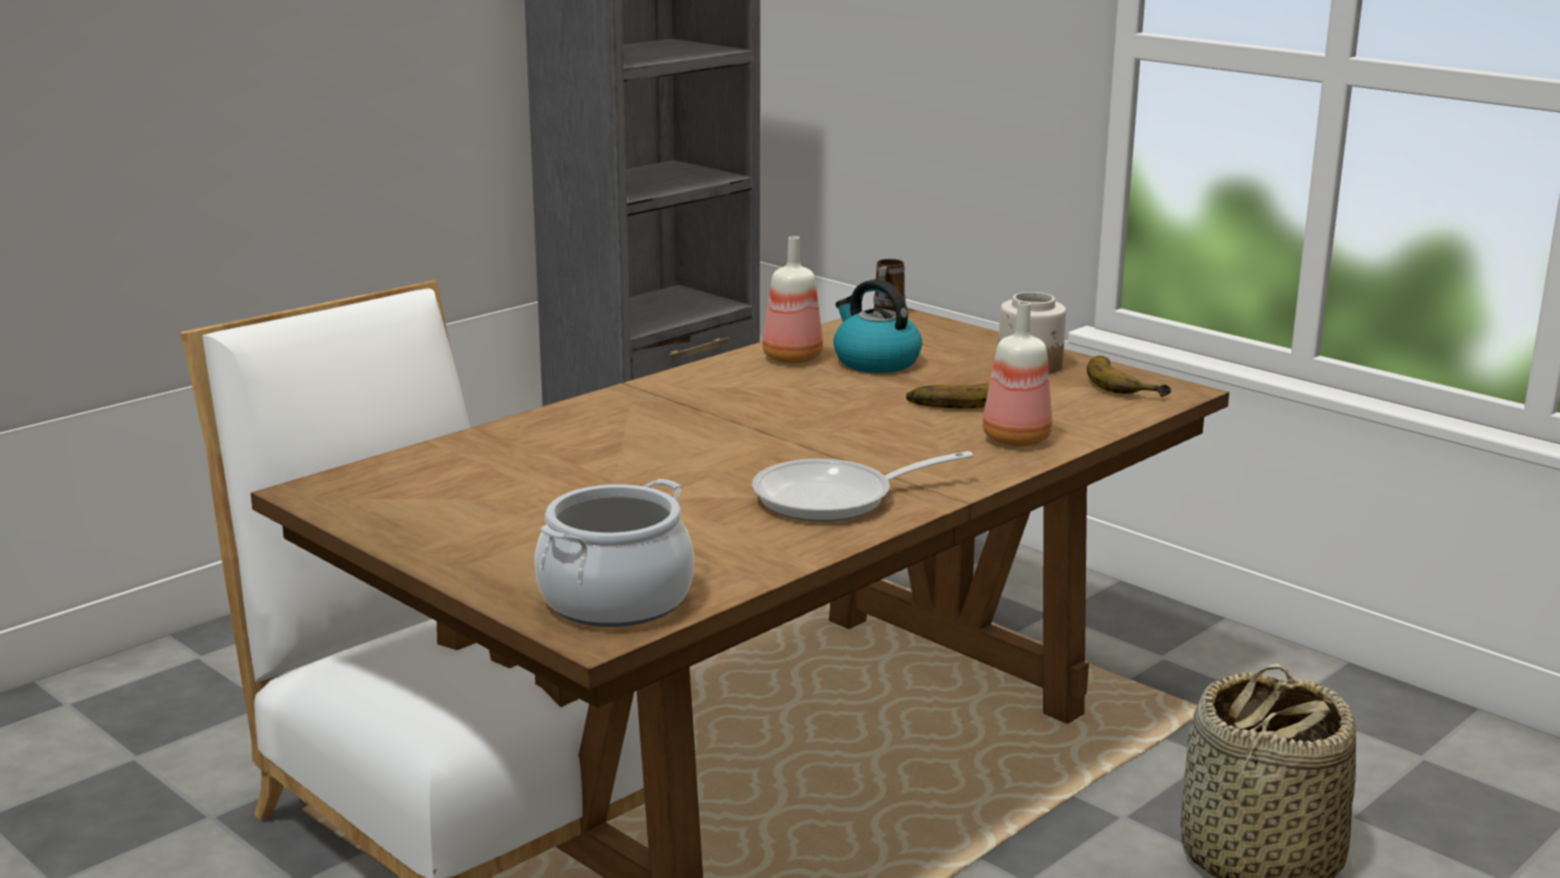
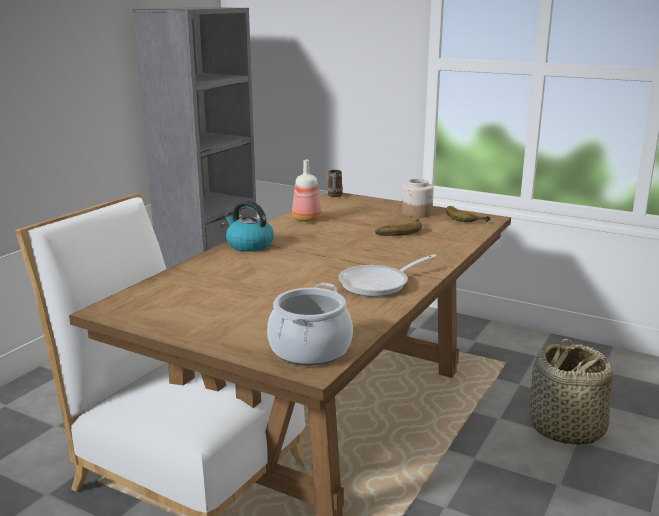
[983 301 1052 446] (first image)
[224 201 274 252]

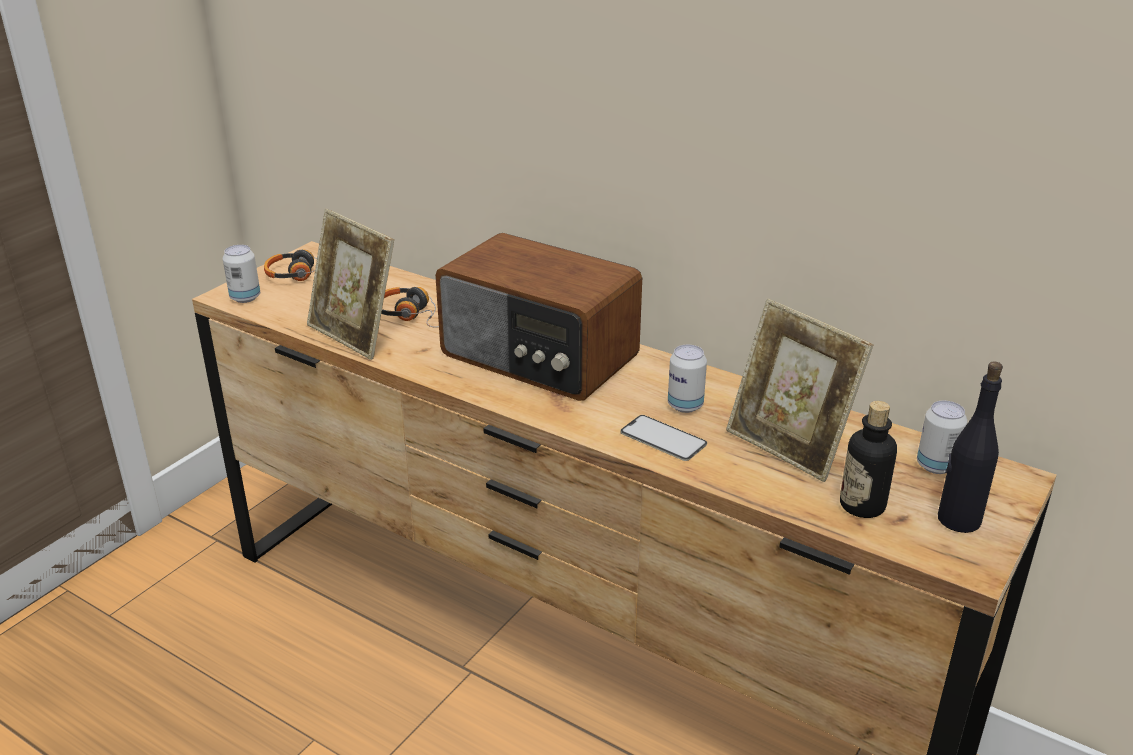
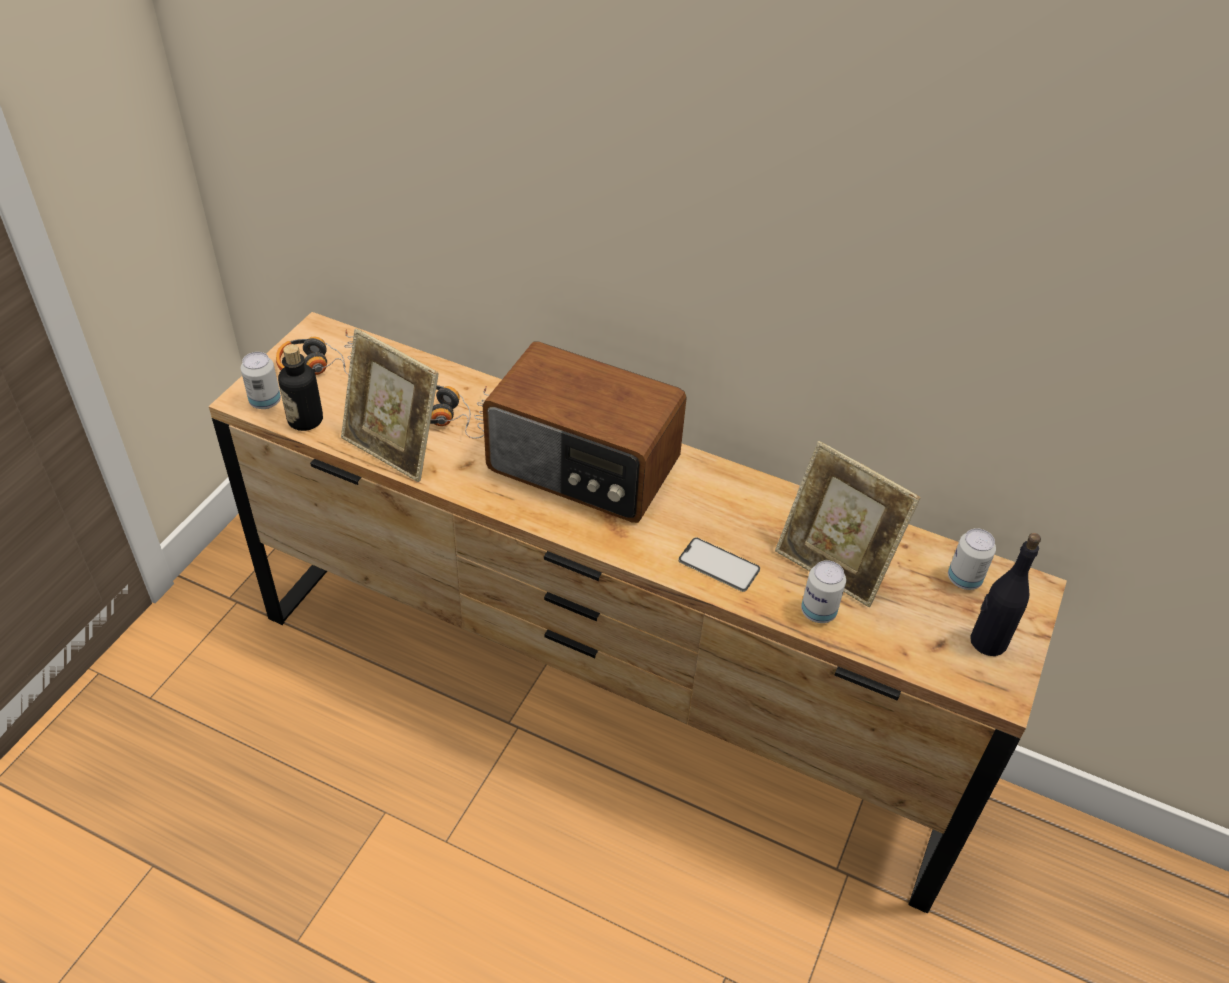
[801 560 846 623]
[278 344 323 431]

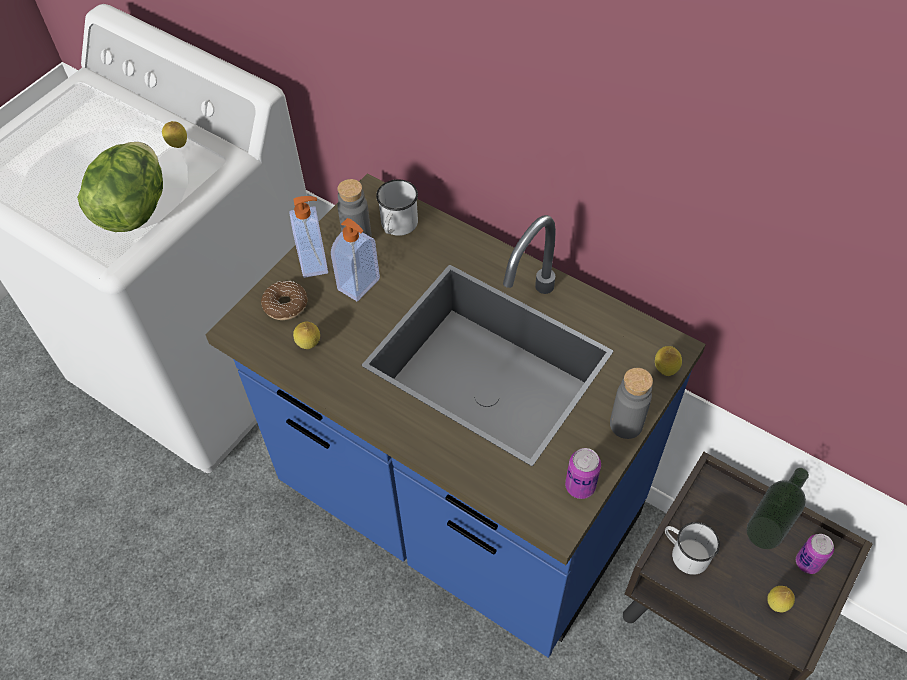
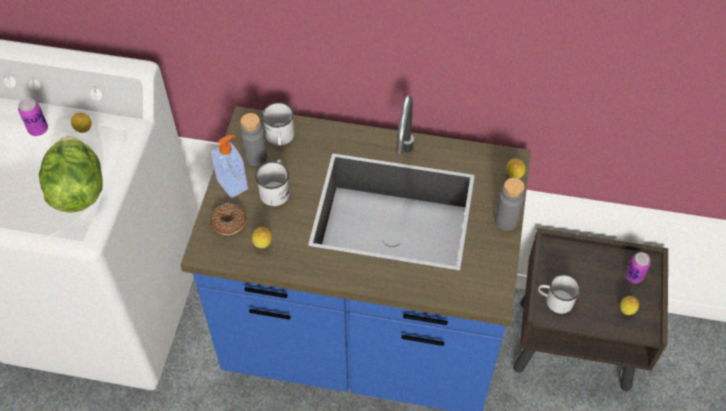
[747 468 809 549] (first image)
[18 98 48 136]
[255 160 290 206]

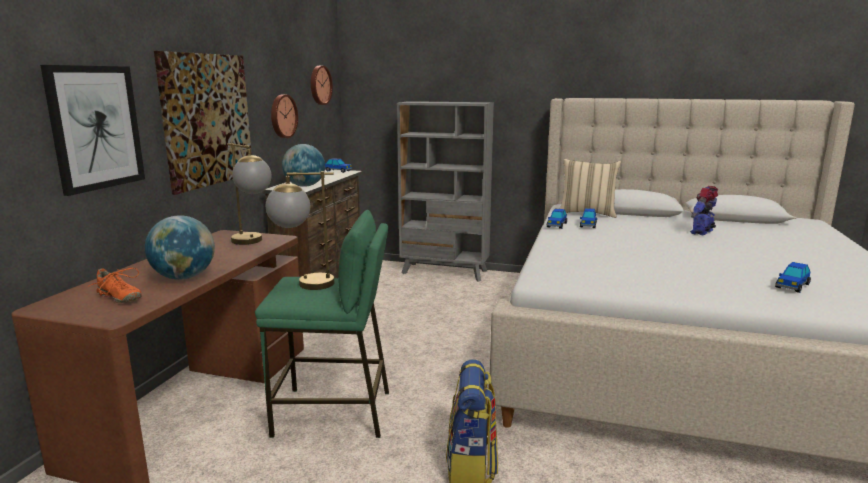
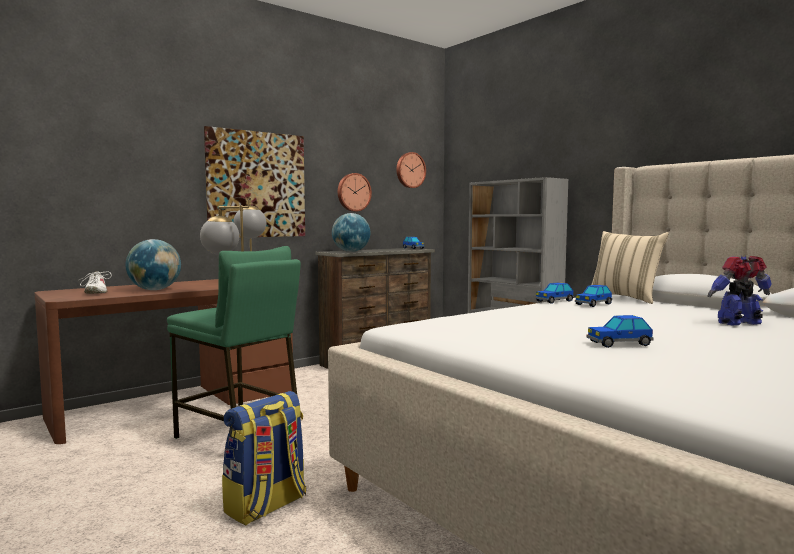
[40 65 145 196] (first image)
[586 315 654 348]
[79 272 112 294]

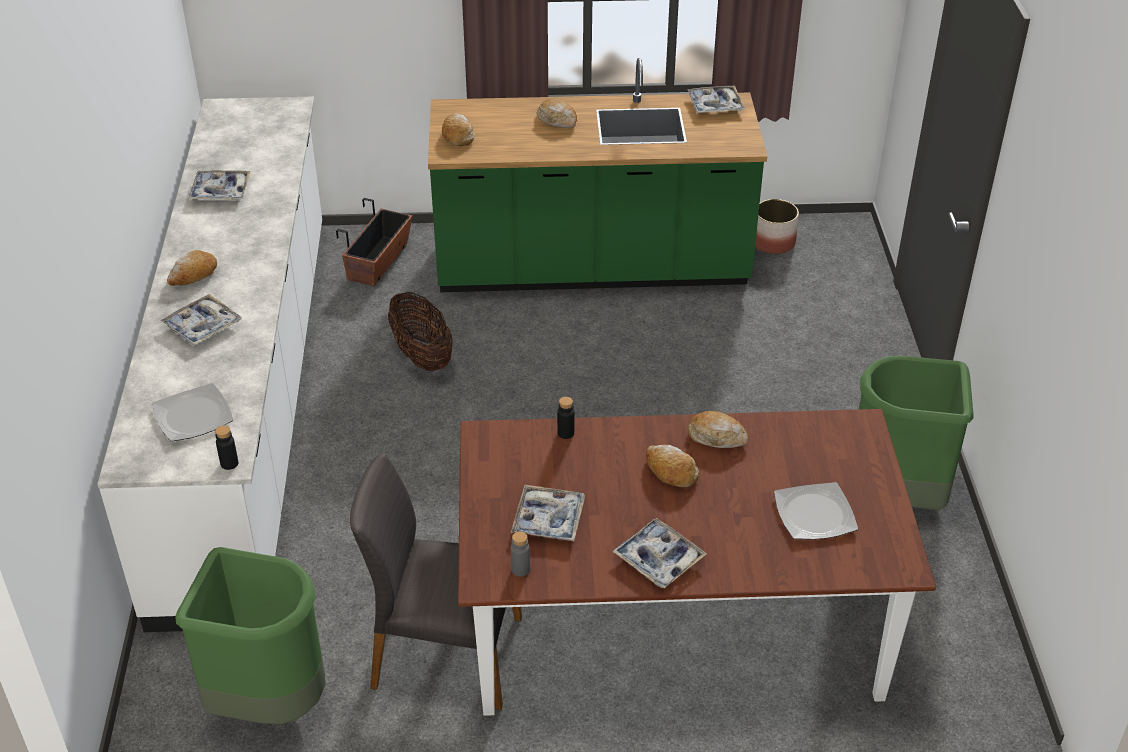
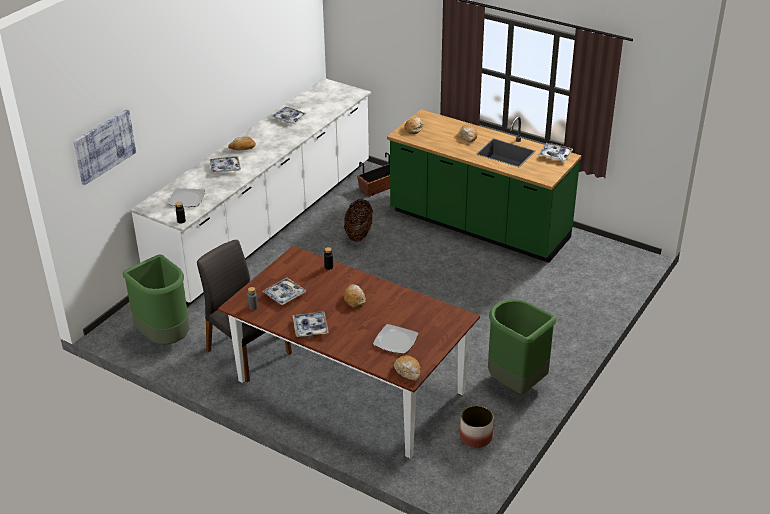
[73 109 136 185]
[394 355 421 381]
[460 405 493 448]

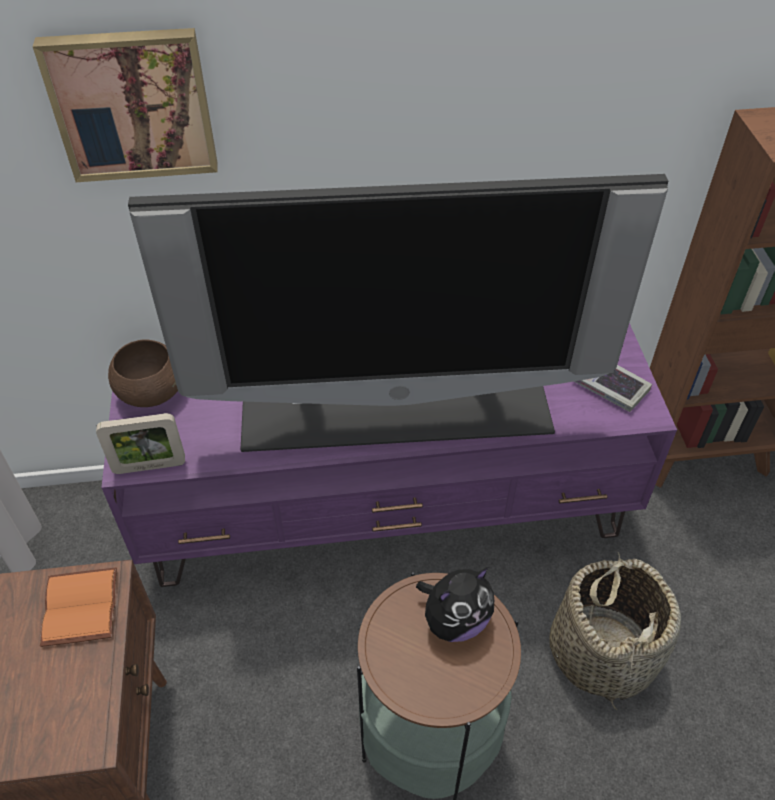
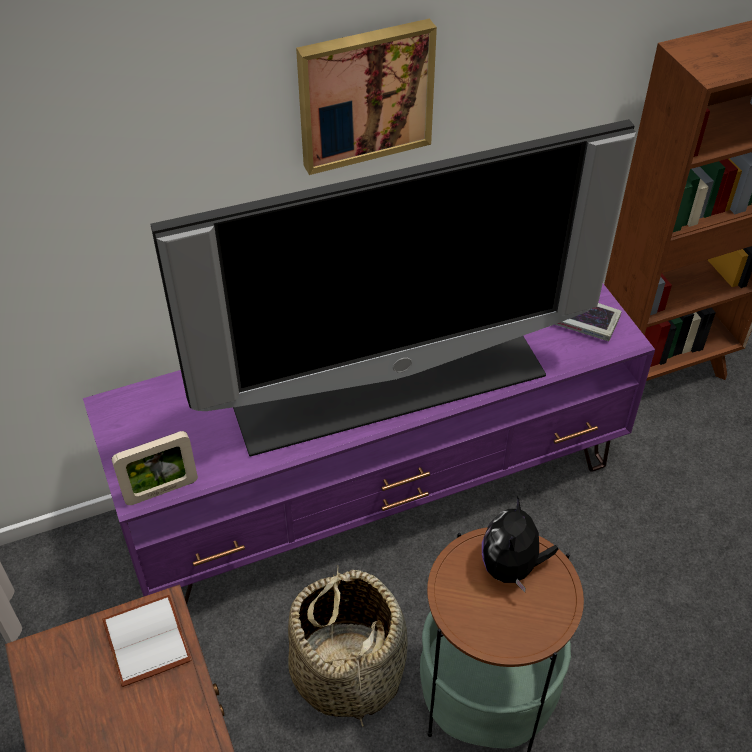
[108 340 178 407] (first image)
[296 19 437 175]
[288 565 408 727]
[102 595 191 687]
[482 496 559 592]

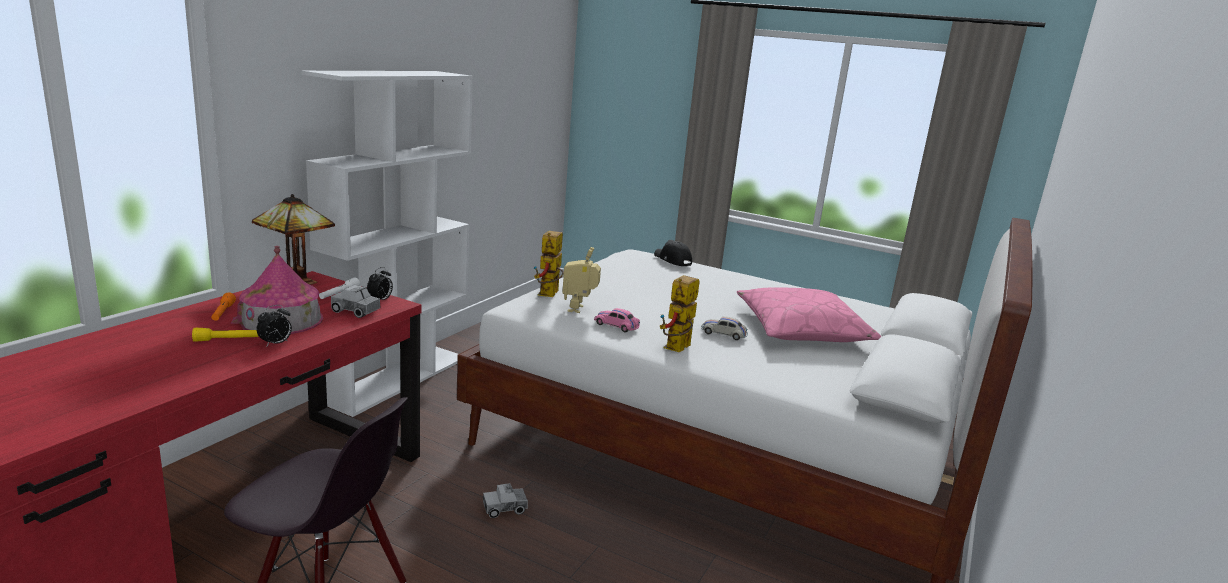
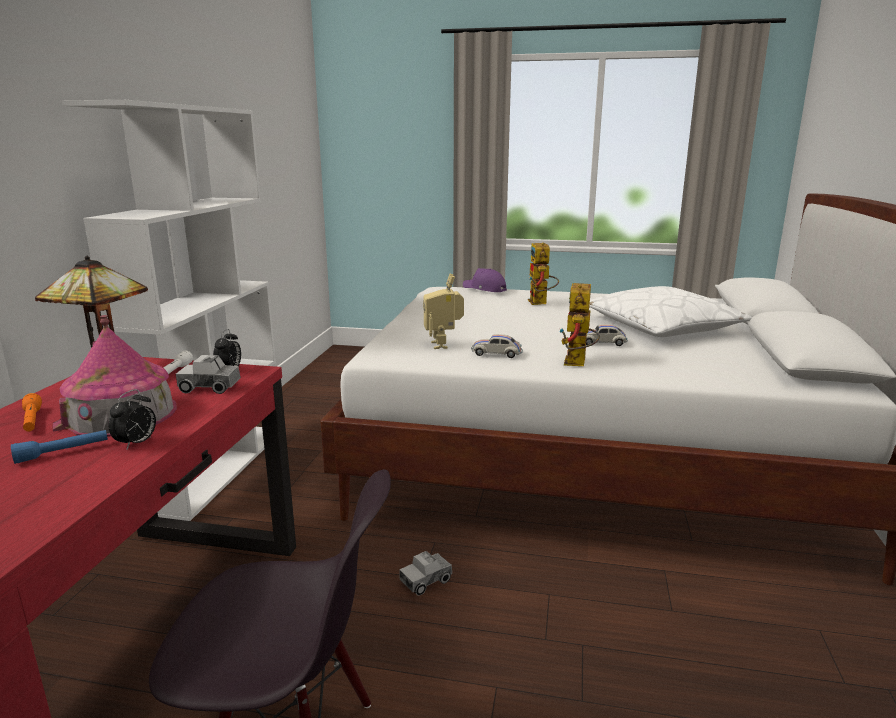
[528 243 559 305]
[11 430 108 464]
[471 334 523 358]
[463 268 507 292]
[589 286 752 337]

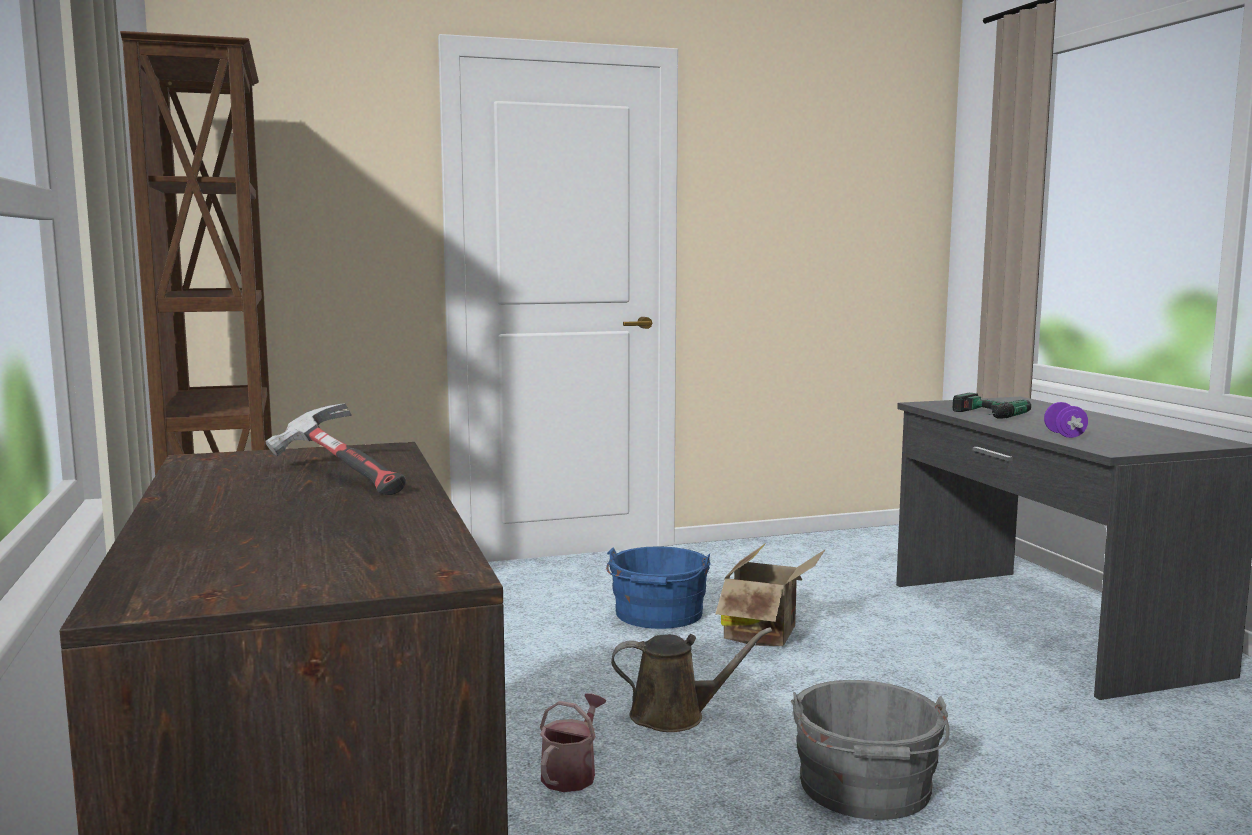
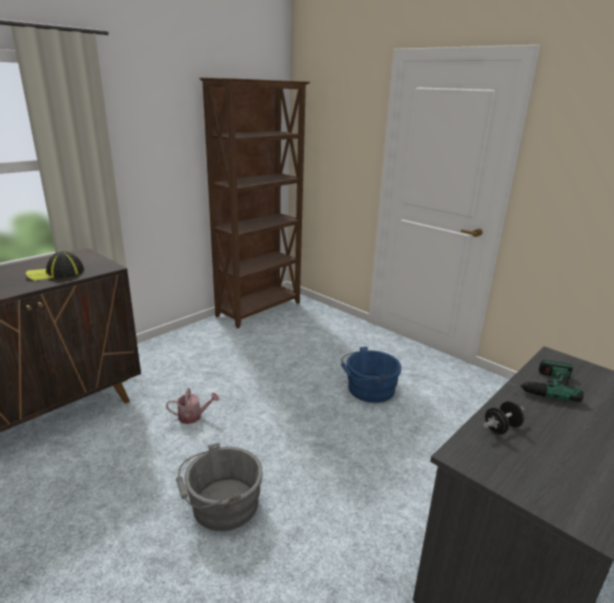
[611 627 772 732] (first image)
[715 543 826 646] (first image)
[26 251 84 281]
[482 401 524 435]

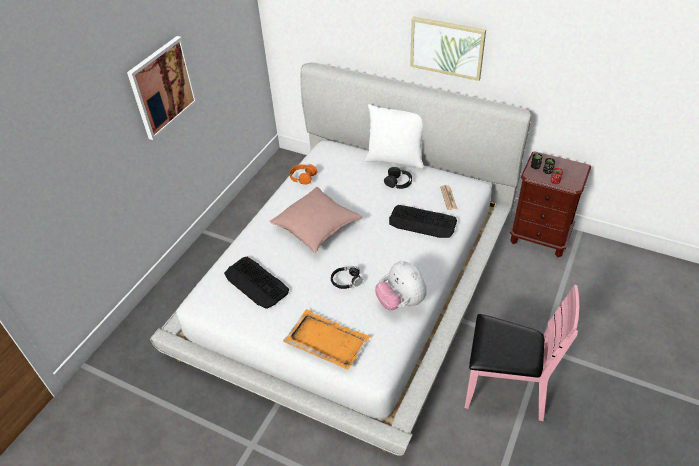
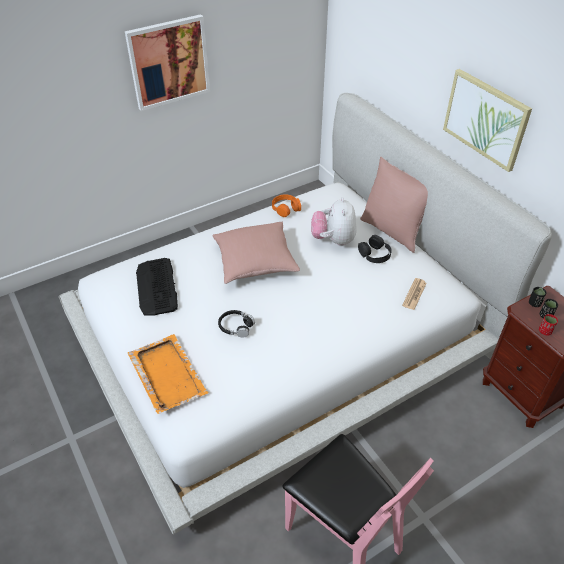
[389 205 457 238] (first image)
[311 197 357 246]
[360 157 428 253]

